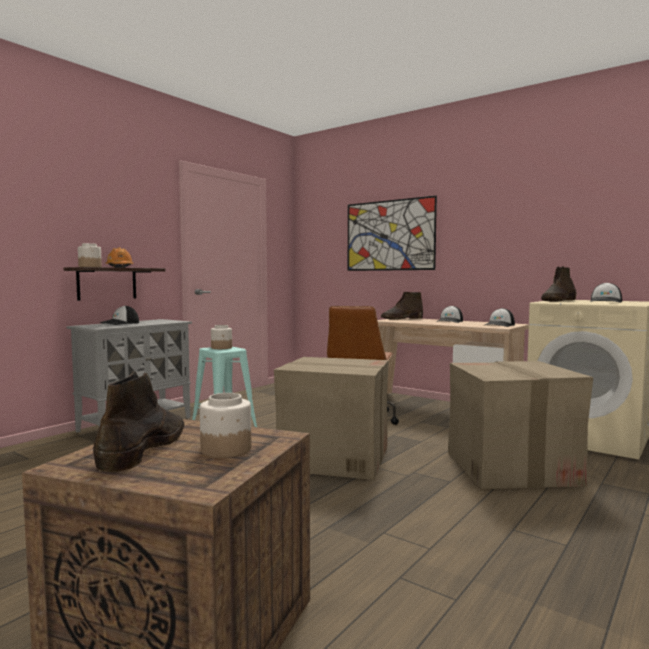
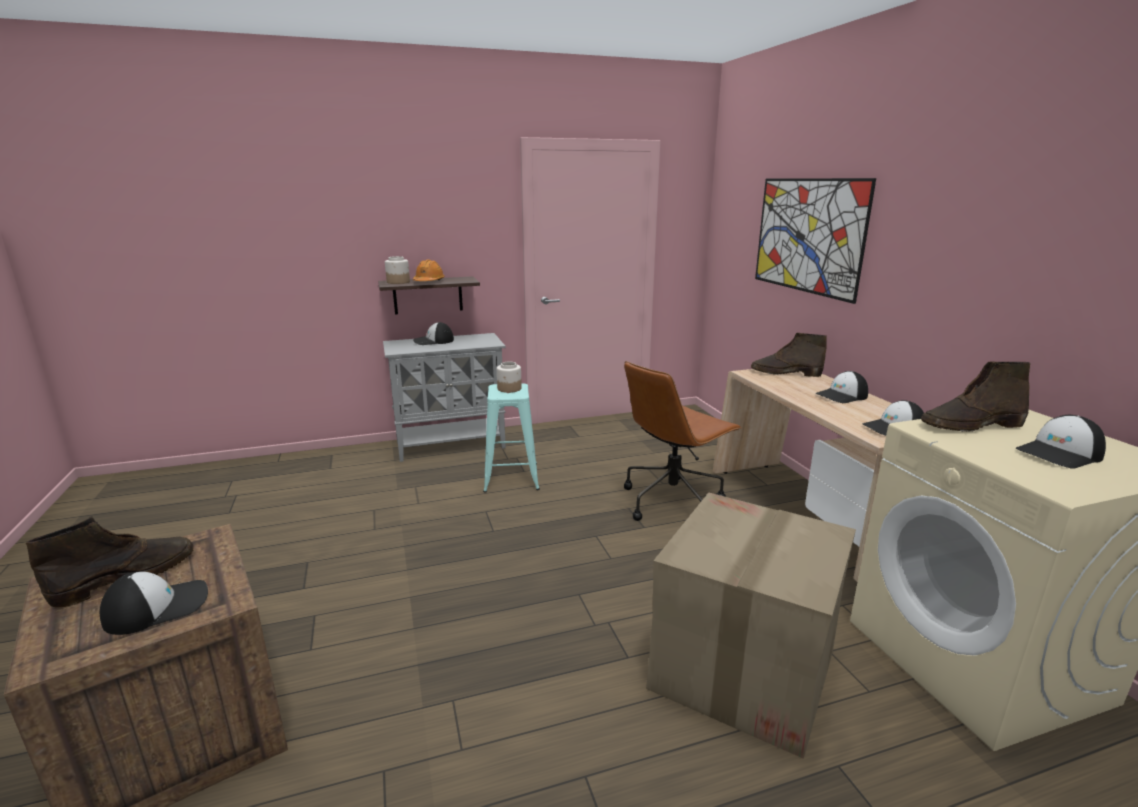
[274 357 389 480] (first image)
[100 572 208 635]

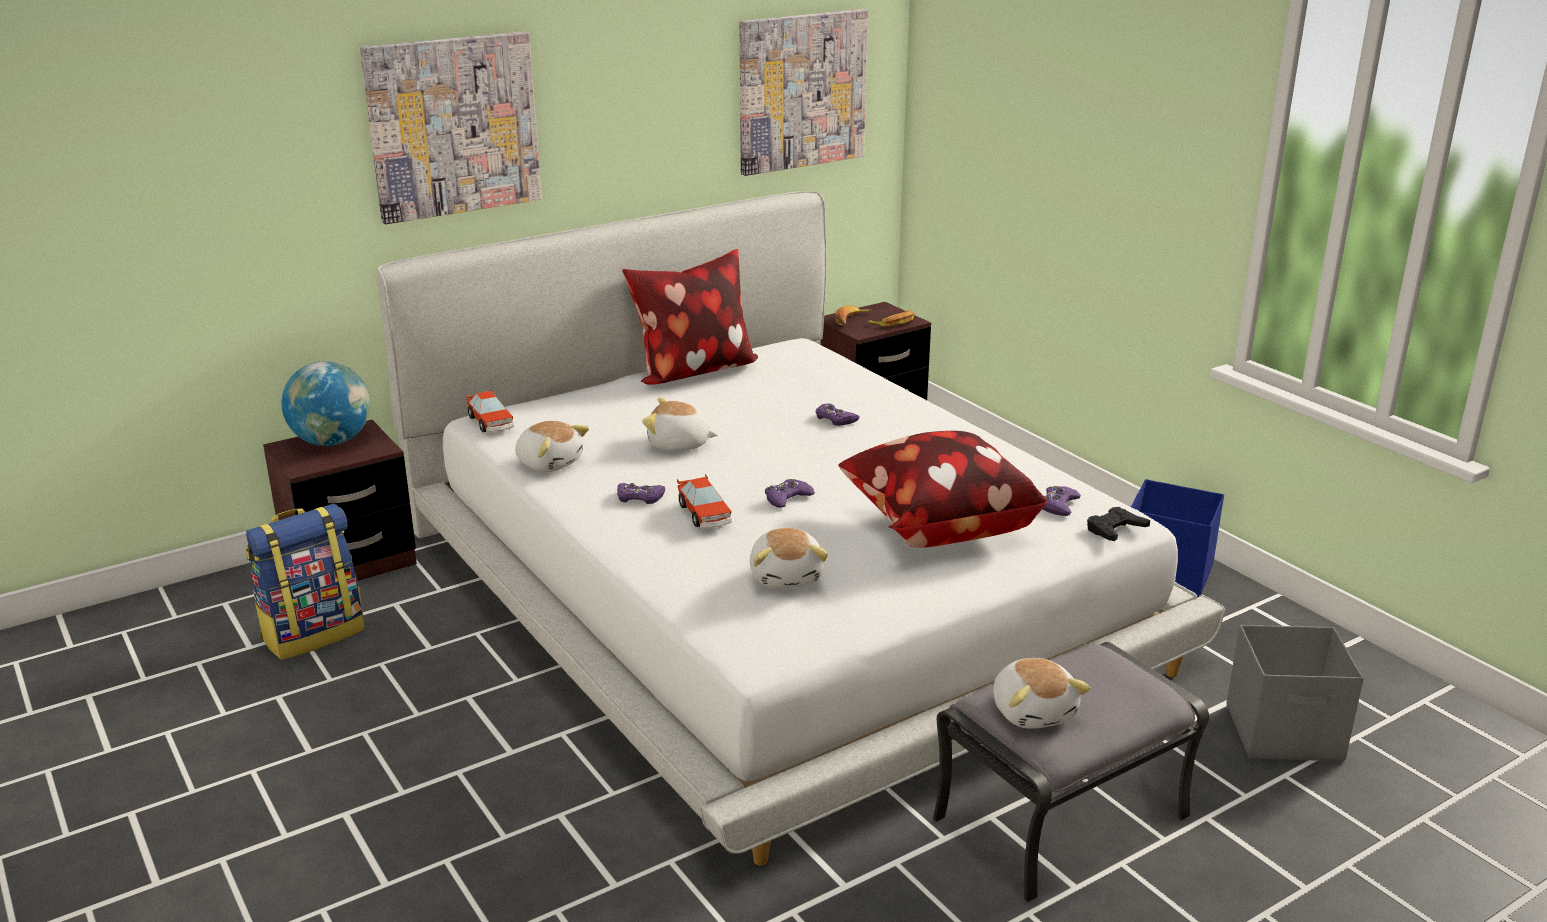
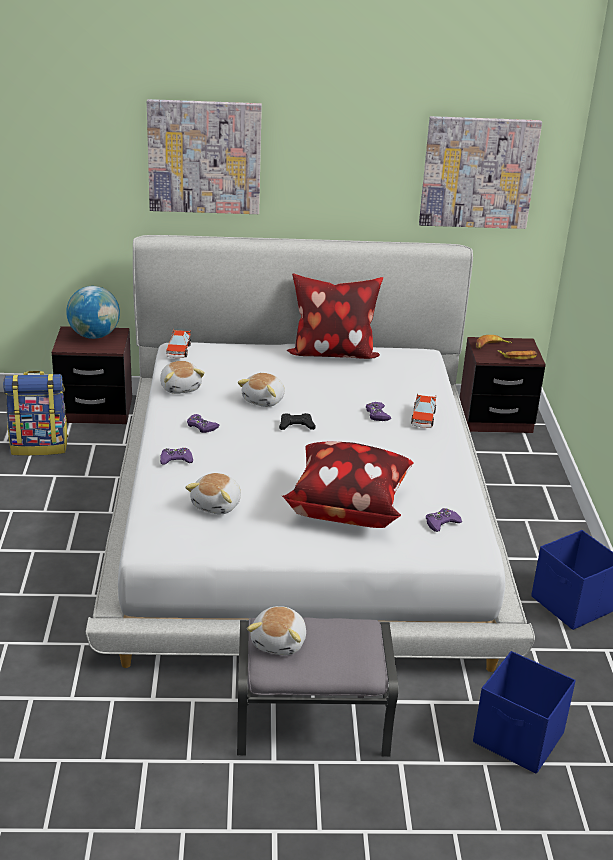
[411 393 436 428]
[160 448 193 465]
[279 413 316 430]
[473 651 576 774]
[238 373 285 407]

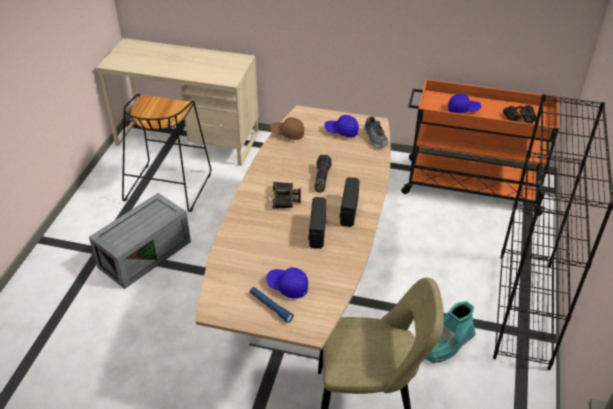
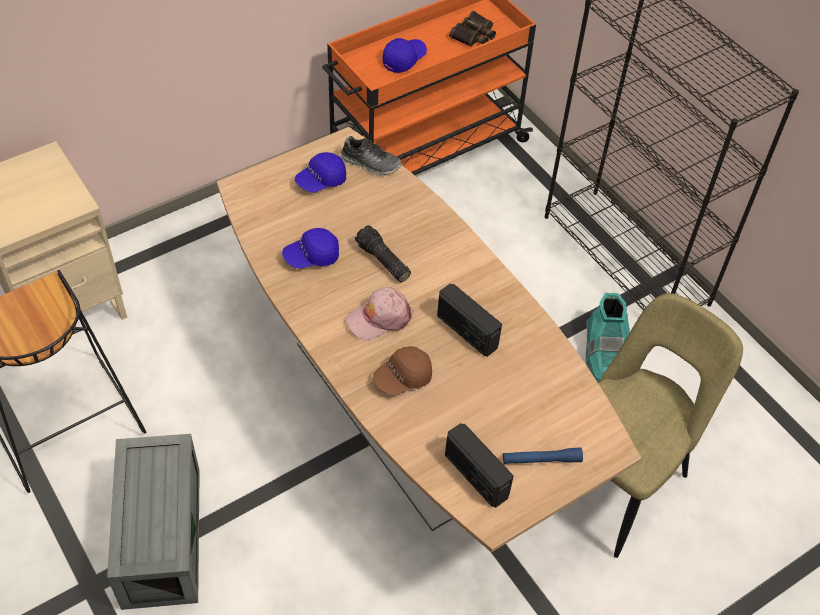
[282 228 339 269]
[373 346 432 396]
[445 423 514 508]
[346 287 413 340]

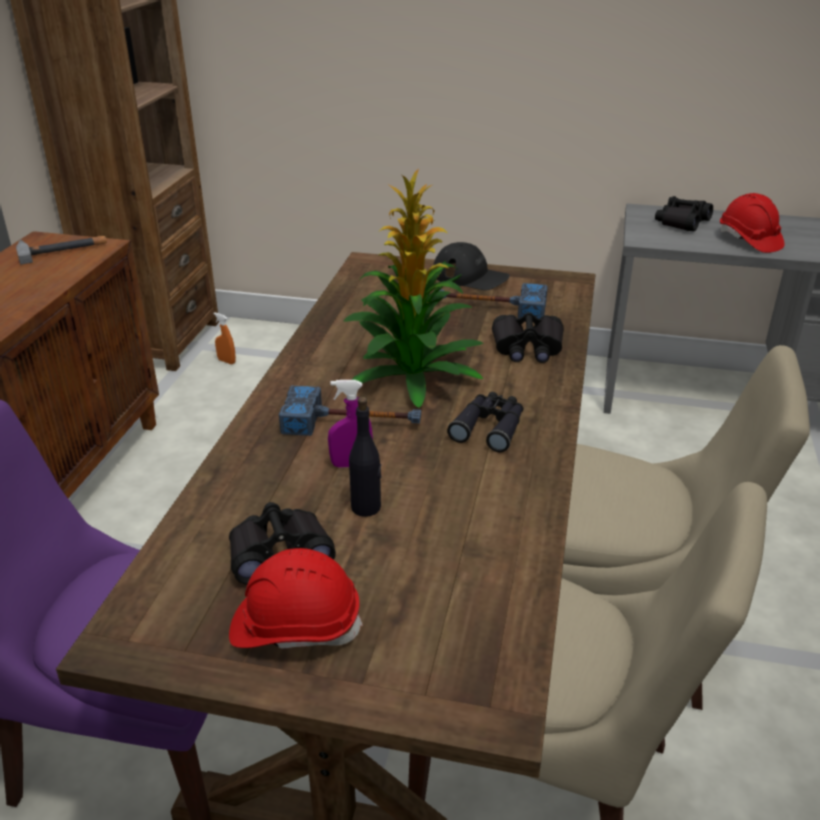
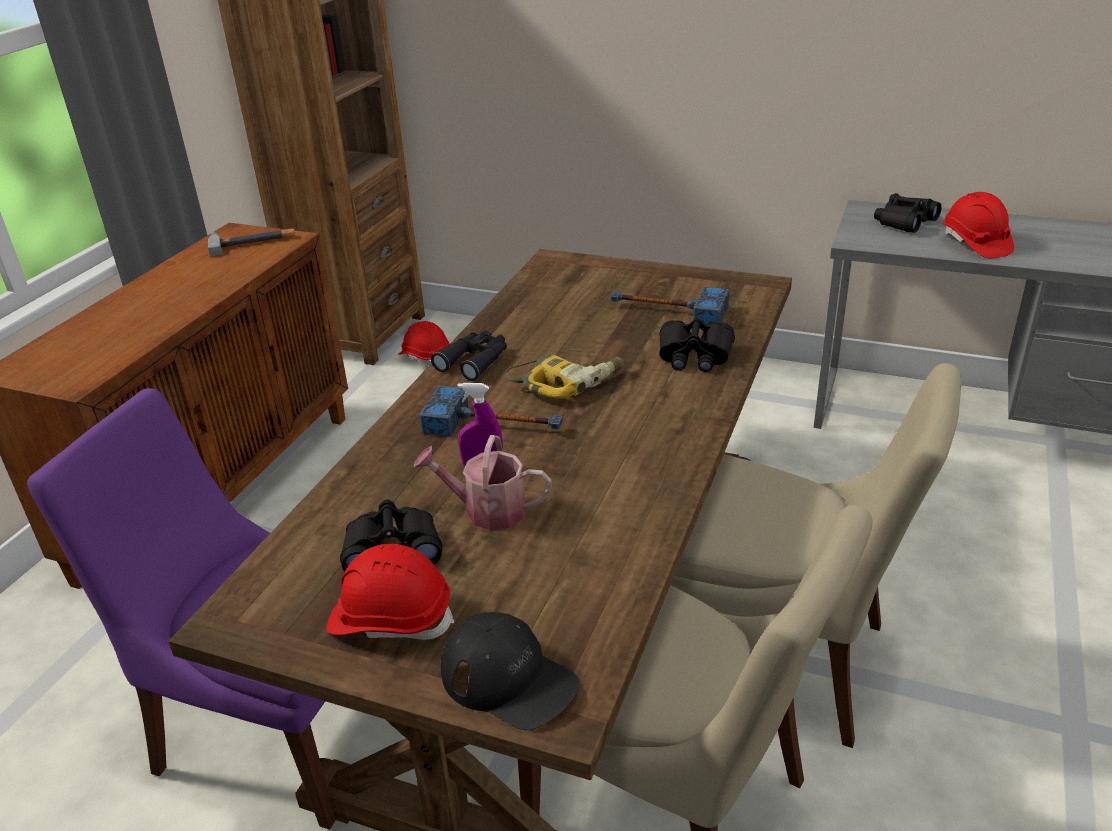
[441 612 579 730]
[431 331 507 381]
[399 321 450 365]
[505 349 624 399]
[414 435 552 530]

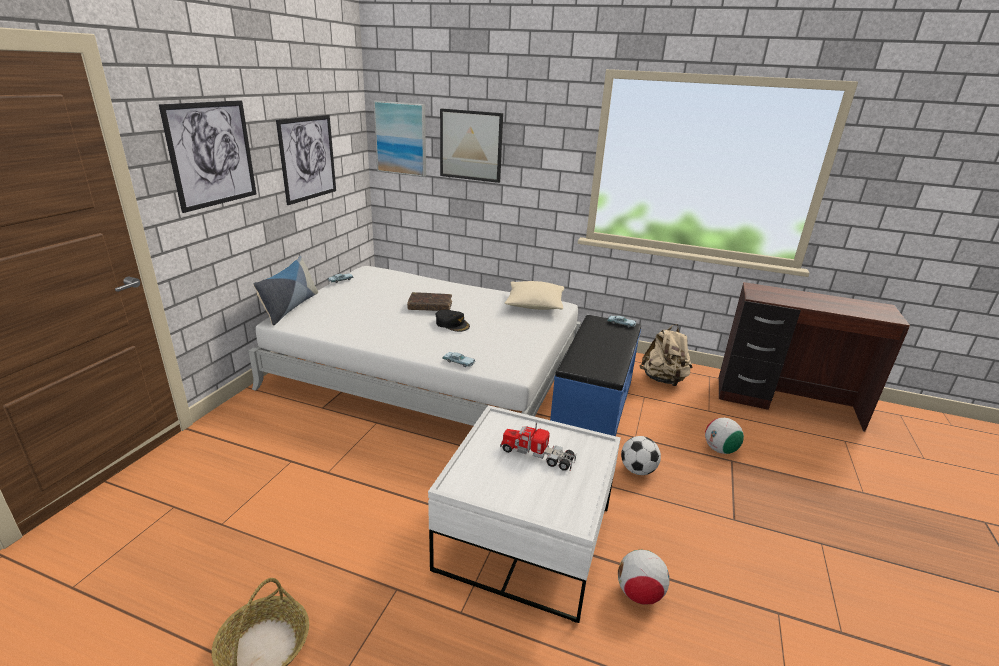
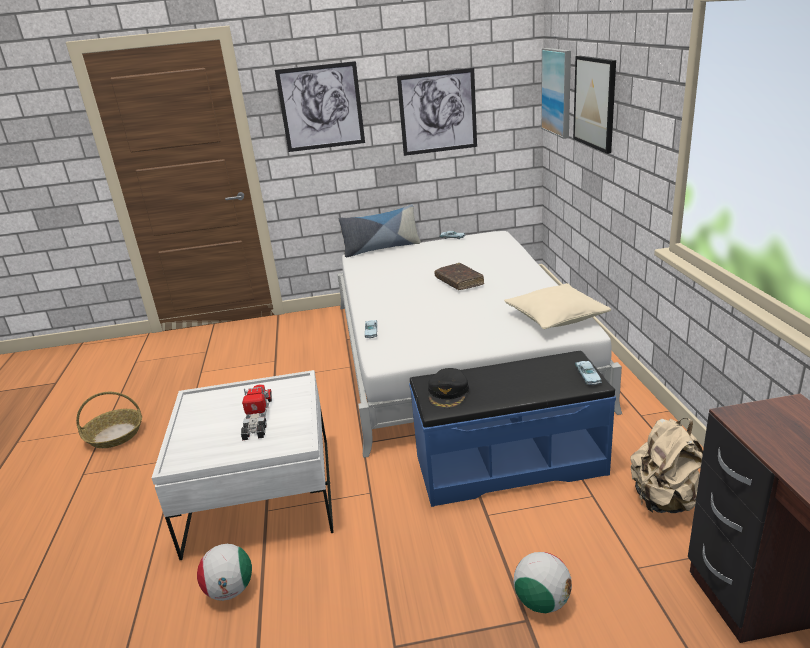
[621 436 661 475] (first image)
[428 368 469 409]

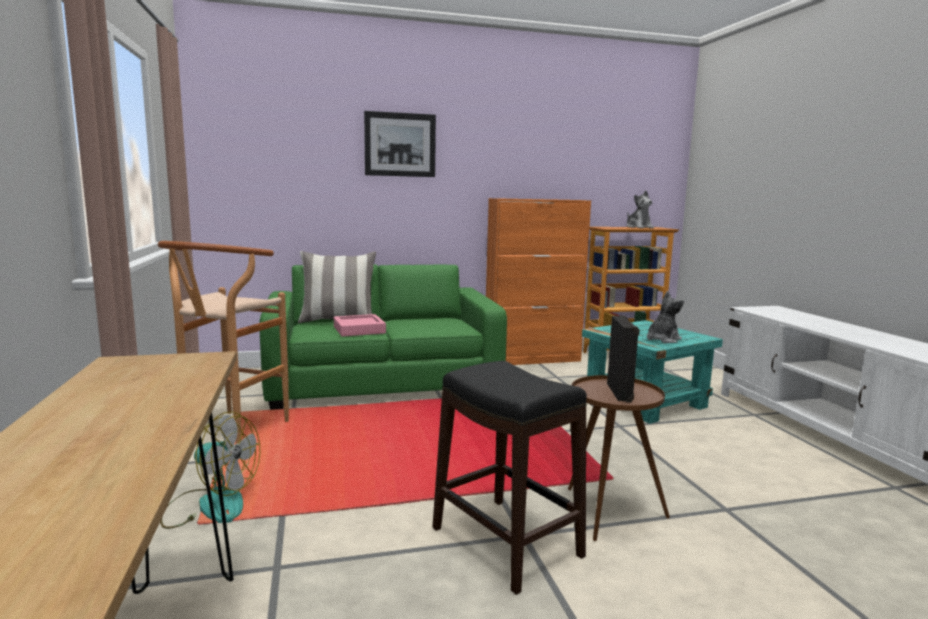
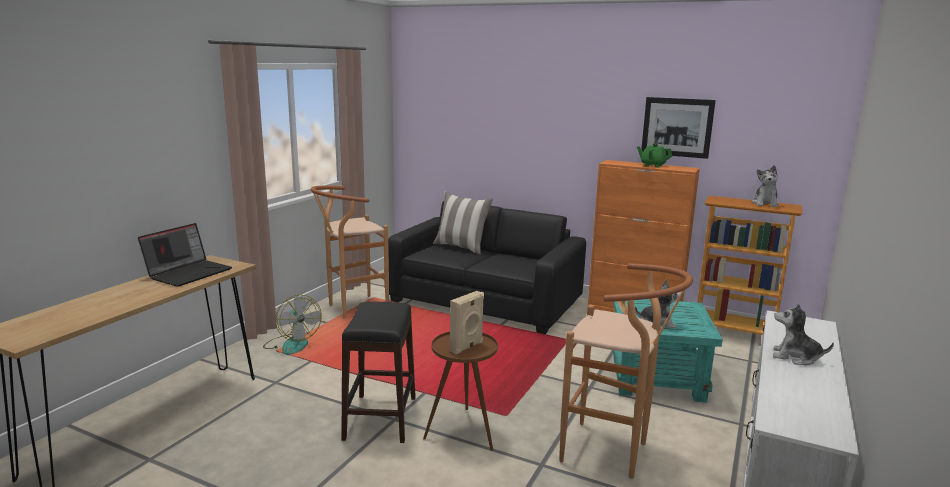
[334 314 386 337] (first image)
[138 223 232 287]
[559 263 693 479]
[637 144 672 168]
[773 304 834 365]
[641 97 716 159]
[388 201 586 334]
[450 291 484 354]

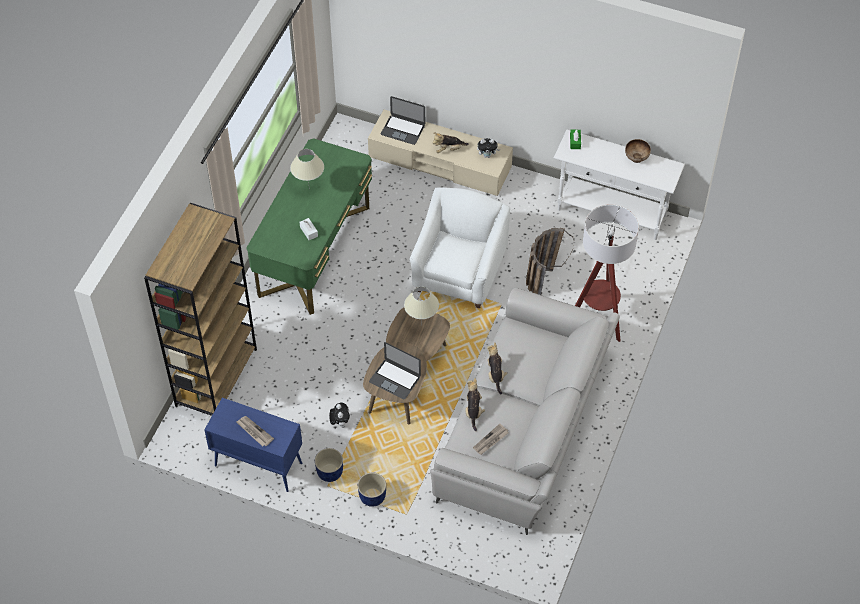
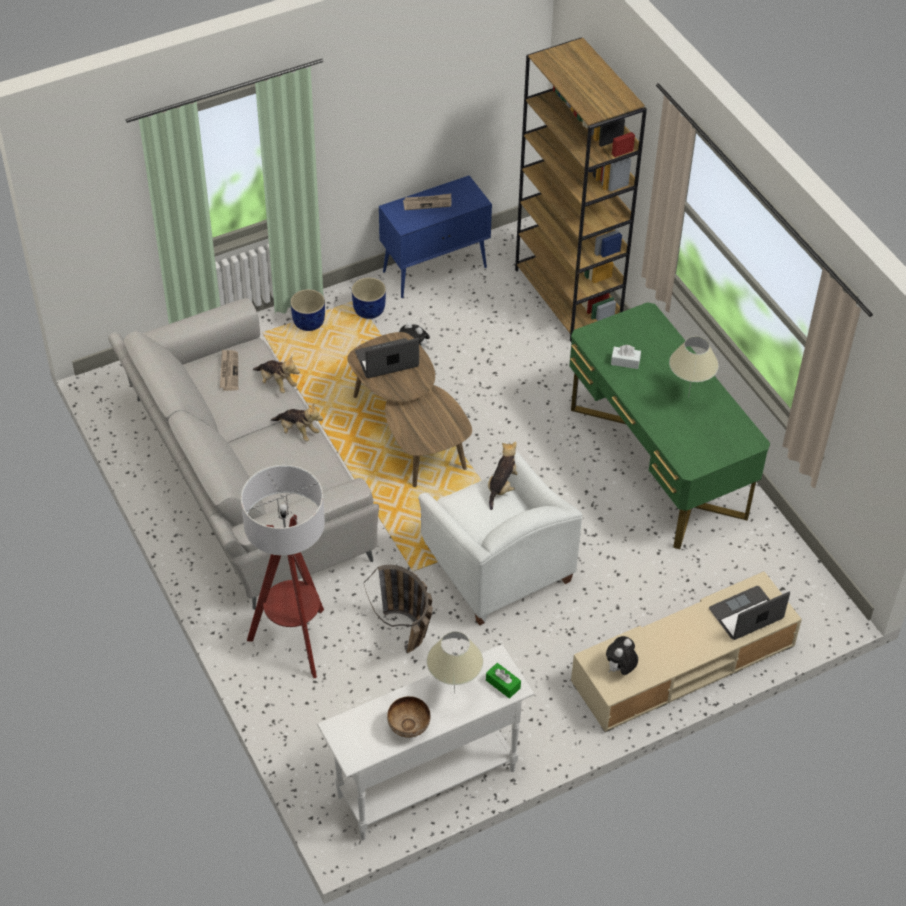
[427 631 483 693]
[488 441 517 510]

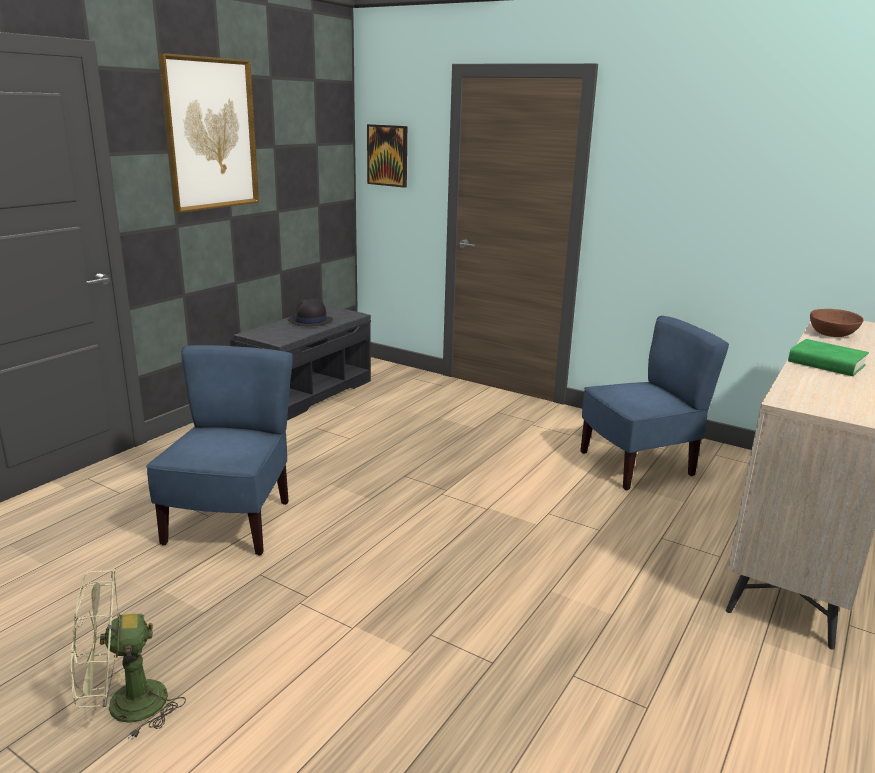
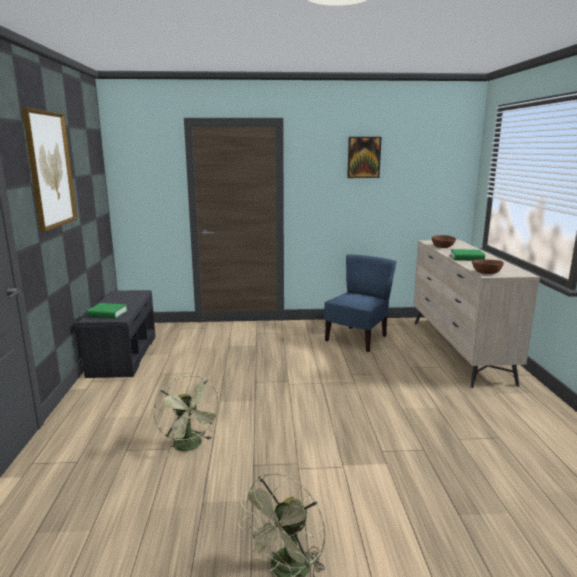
[288 299 333 326] (first image)
[87 303 127 318]
[472 259 504 274]
[347 137 382 178]
[154 375 221 456]

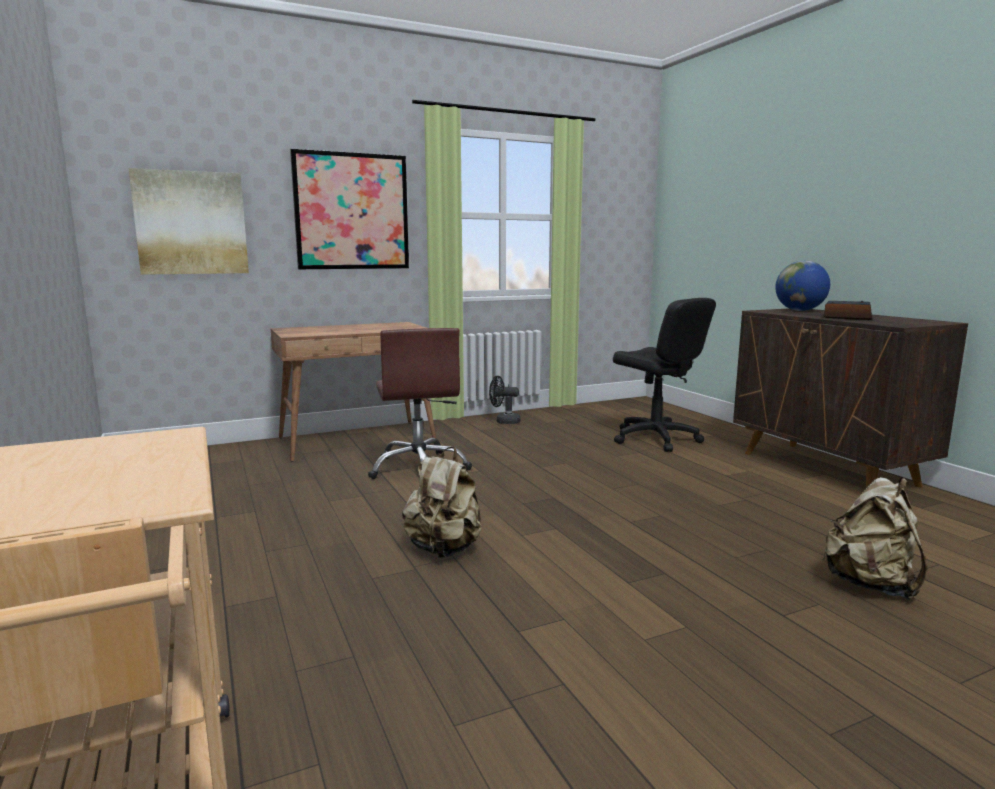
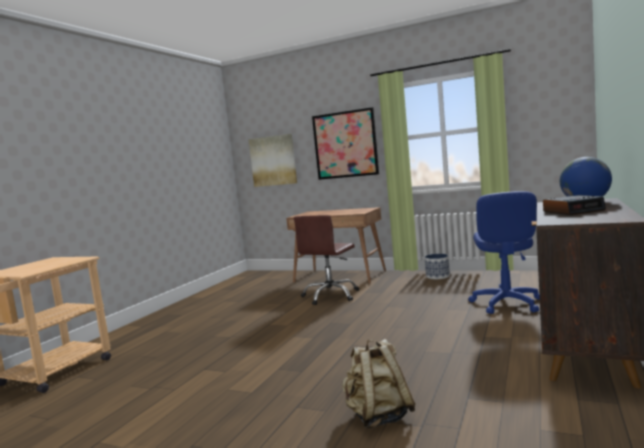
[402 447 482 558] (first image)
[425 254 450 279]
[468 191 540 314]

